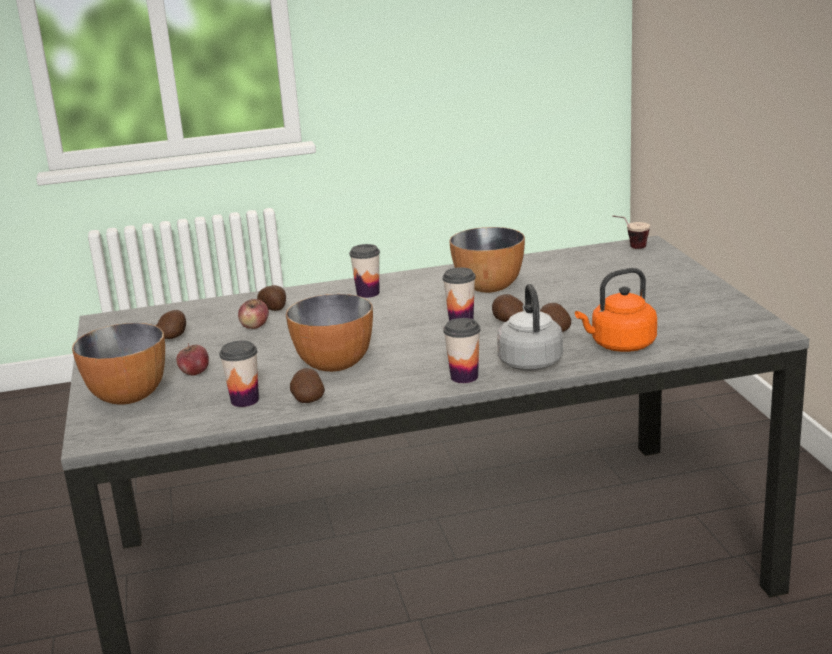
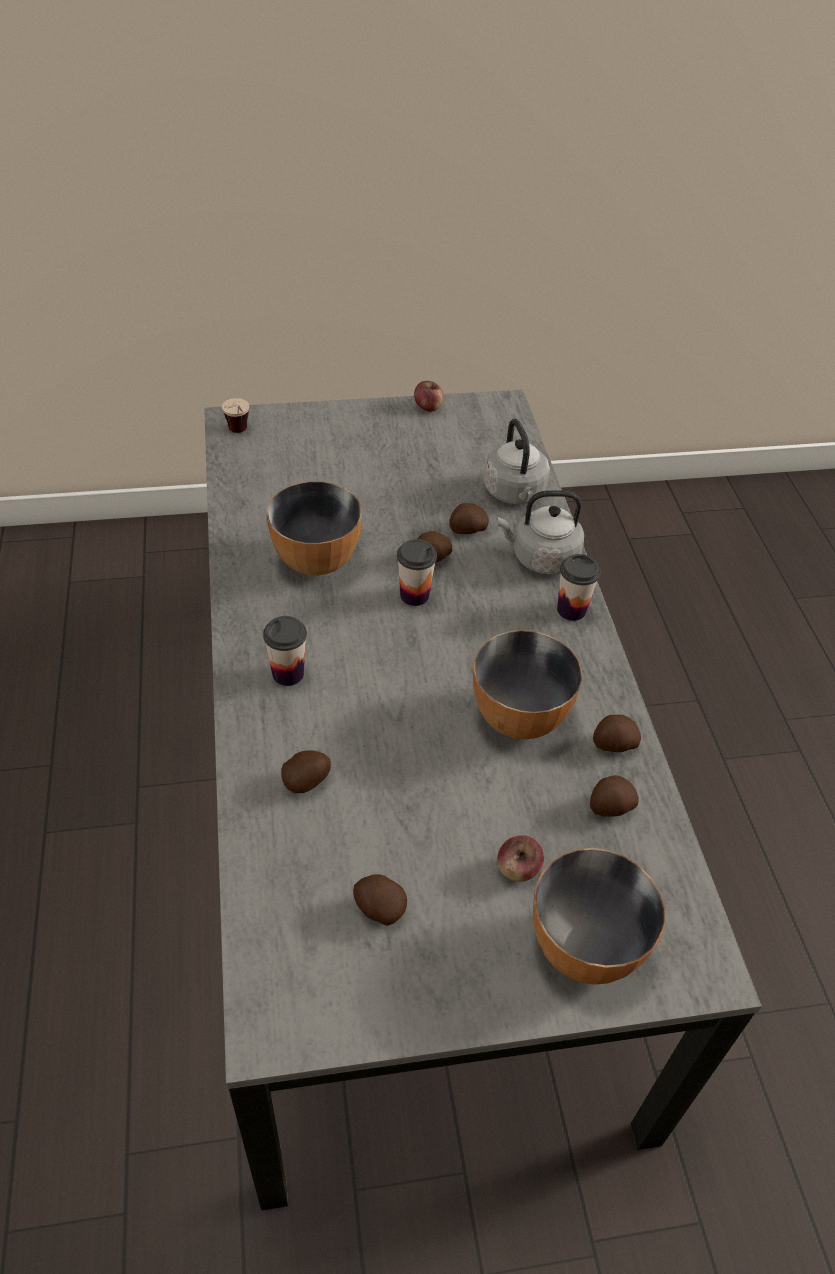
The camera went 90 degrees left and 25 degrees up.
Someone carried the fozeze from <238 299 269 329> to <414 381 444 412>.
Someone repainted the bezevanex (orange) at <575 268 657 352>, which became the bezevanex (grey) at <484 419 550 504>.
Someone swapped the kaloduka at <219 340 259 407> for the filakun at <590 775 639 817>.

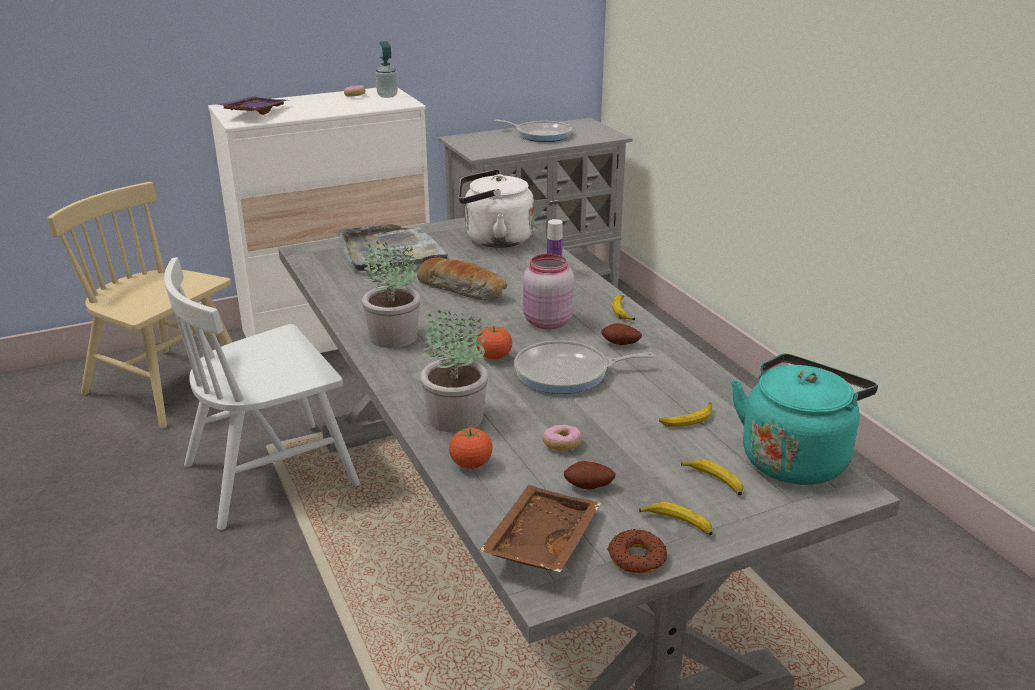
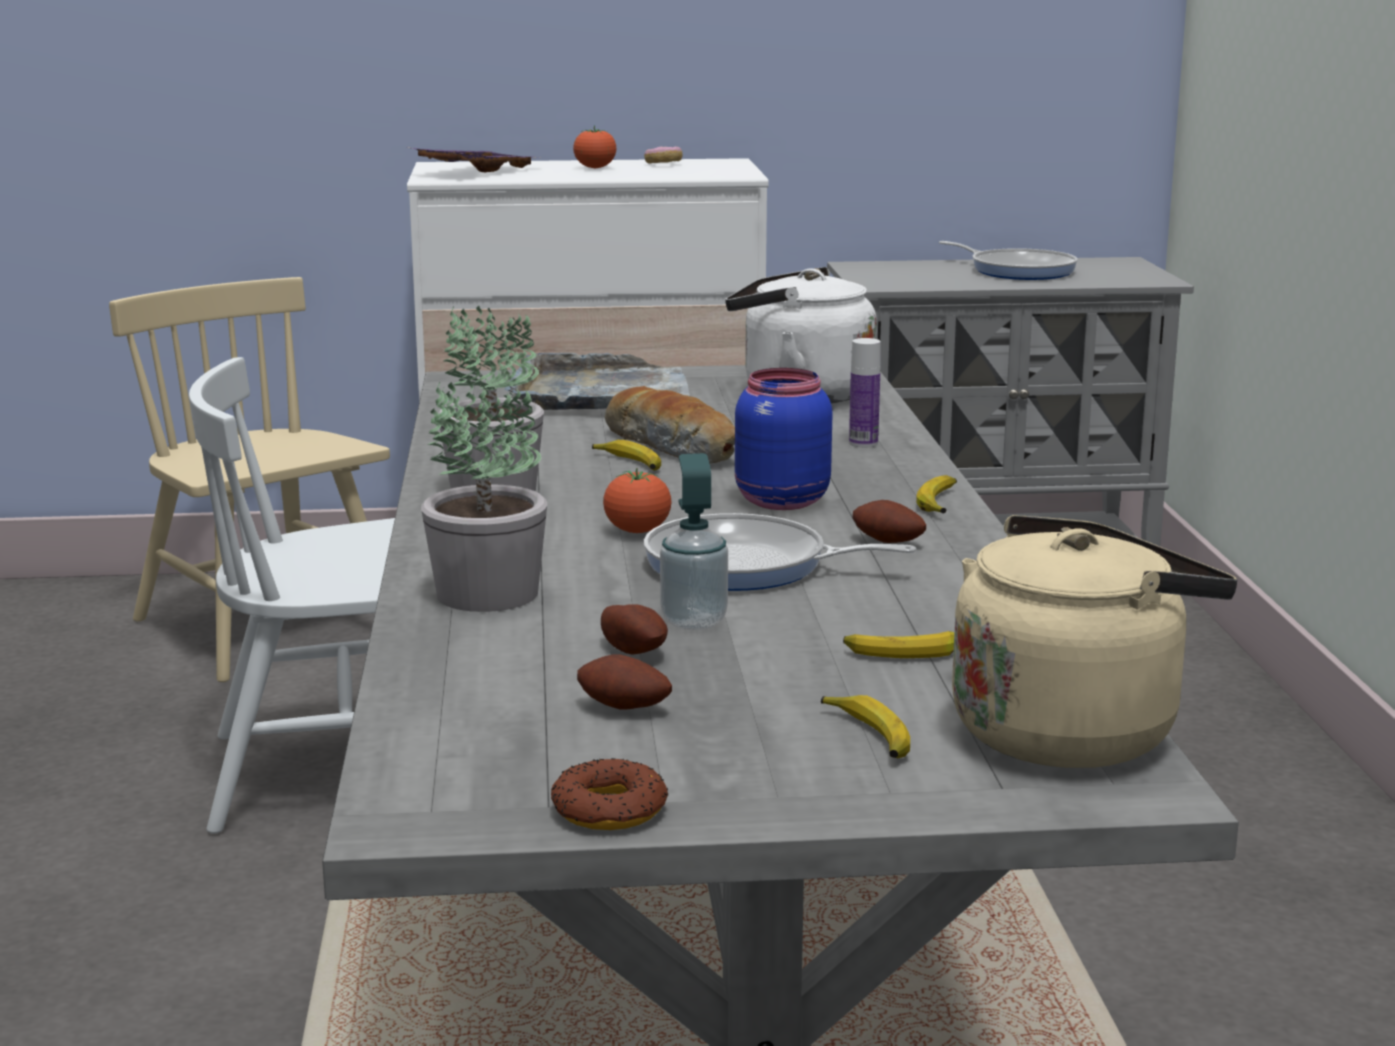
The camera went 20 degrees right and 10 degrees down.
Someone carried the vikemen from <449 427 493 469> to <573 126 616 168>.
Someone carried the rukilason from <639 502 713 536> to <592 440 661 471>.
Someone swapped the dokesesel at <543 425 582 451> for the filakun at <601 604 668 655>.
Someone carried the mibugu from <376 41 398 98> to <660 453 728 630>.
Someone repainted the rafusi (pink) at <523 254 574 329>, which became the rafusi (blue) at <735 368 833 510>.
Someone repainted the bezevanex (turquoise) at <731 354 878 485>, which became the bezevanex (beige) at <952 515 1237 768>.
Someone took away the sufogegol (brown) at <479 485 601 572>.

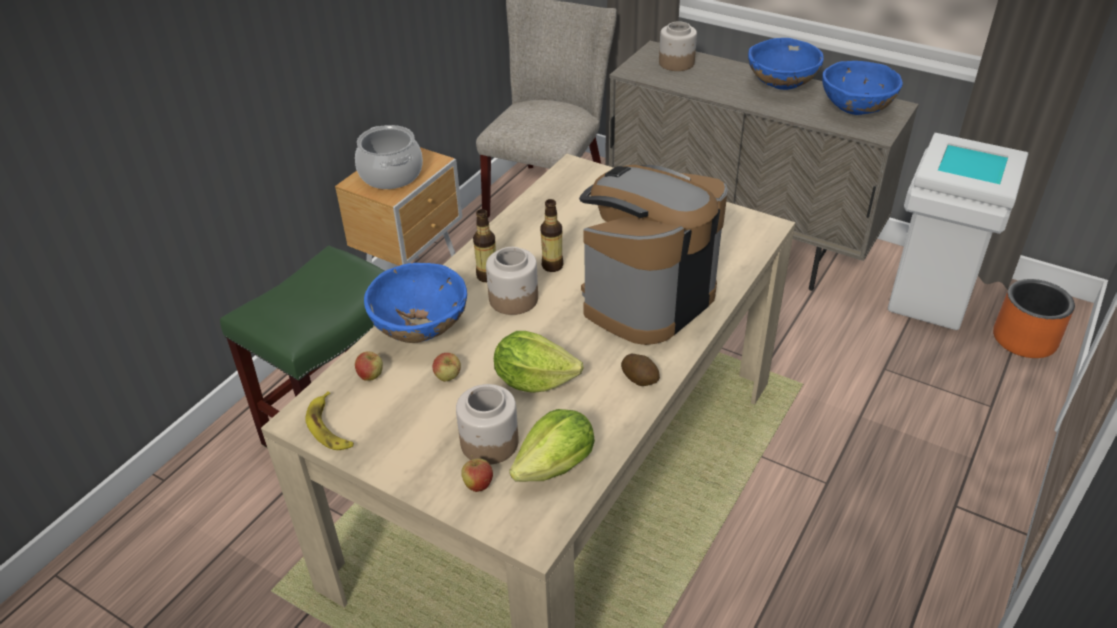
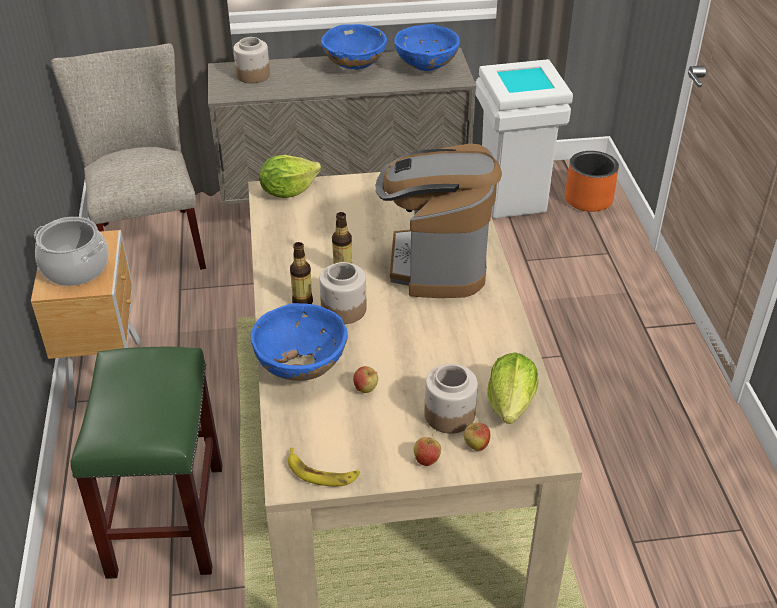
The camera went 40 degrees left and 0 degrees up.
Someone carried the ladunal from <494 331 584 393> to <259 155 321 198>.
Someone carried the fozeze from <355 351 383 381> to <414 434 441 466>.
Someone took away the filakun at <621 353 660 386>.

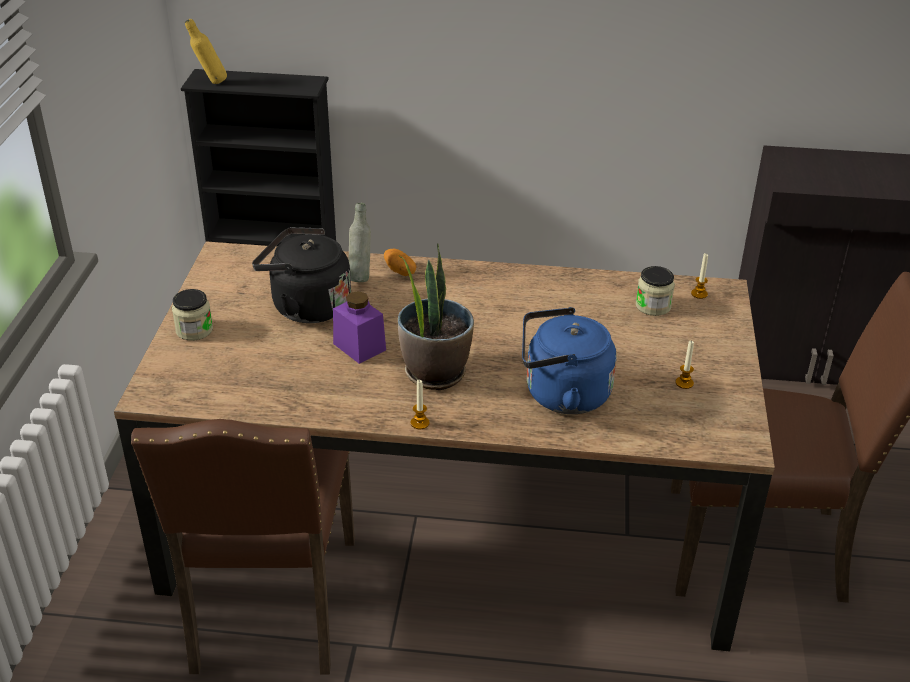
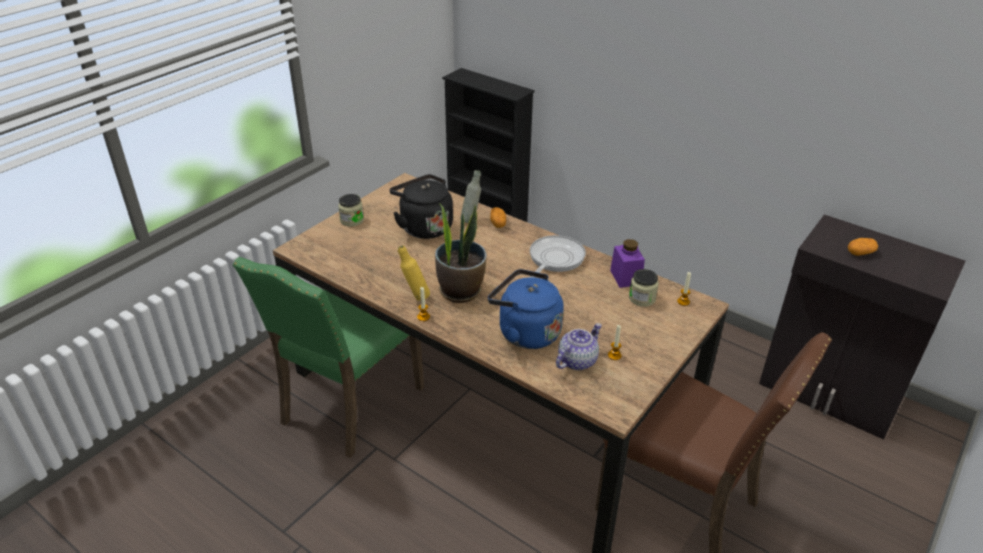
The camera went 30 degrees right and 0 degrees up.
Someone repainted the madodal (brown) at <131 419 355 674>, which became the madodal (green) at <233 257 424 458>.
Someone carried the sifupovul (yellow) from <185 19 227 84> to <398 245 430 301>.
Someone put down the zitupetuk at <530 235 586 278>.
Someone put down the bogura at <556 323 602 370>.
Someone carried the rafusi (purple) from <333 291 386 364> to <610 239 645 288>.
Someone put down the filakun at <848 238 878 256>.

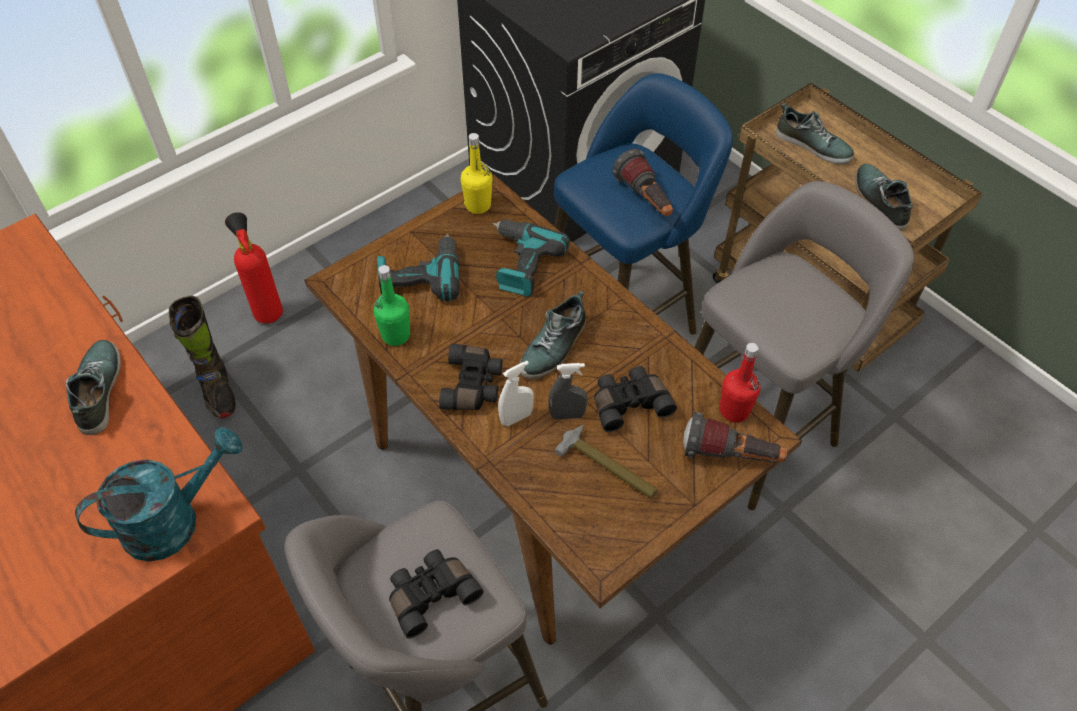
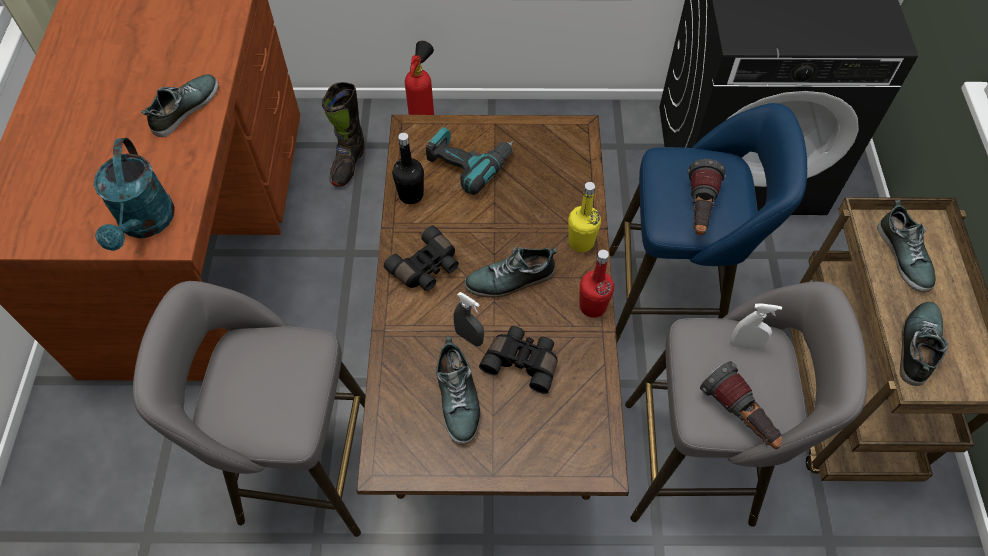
The camera went 40 degrees right and 5 degrees up.
Someone rotated the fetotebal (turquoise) at <75 427 243 562> by 75 degrees clockwise.
Someone repainted the sifupovul (green) at <374 265 410 346>, which became the sifupovul (black) at <392 133 424 204>.
Someone swapped the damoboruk at <555 425 658 499> for the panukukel at <436 337 481 445>.
Someone carried the sifupovul (yellow) from <461 133 493 214> to <568 182 601 252>.
Someone carried the sifupovul (red) from <719 343 760 423> to <580 250 614 318>.
Someone carried the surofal from <683 412 787 463> to <700 361 782 449>.
Someone carried the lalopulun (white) from <498 361 534 426> to <731 303 782 350>.
Someone took away the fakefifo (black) at <389 550 484 639>.
Someone took away the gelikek at <493 219 570 297>.

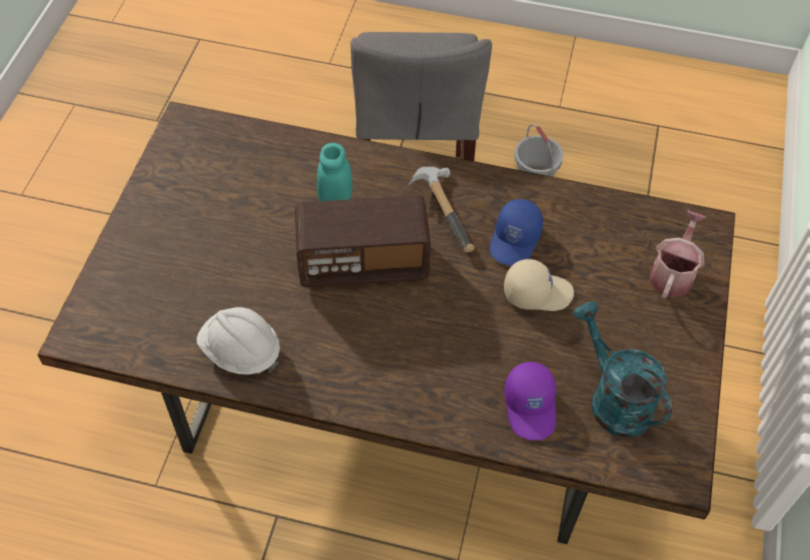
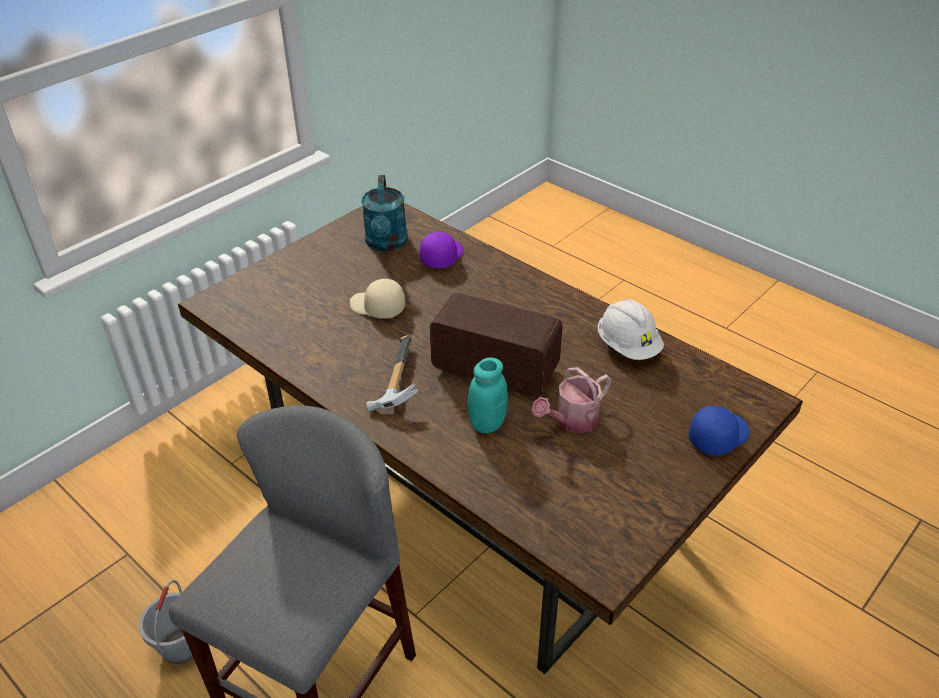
The camera went 150 degrees left and 15 degrees down.
Someone carried the fetotebal from <650 211 706 299> to <532 367 612 433>.
Someone carried the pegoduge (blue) from <490 199 543 266> to <689 406 750 455>.

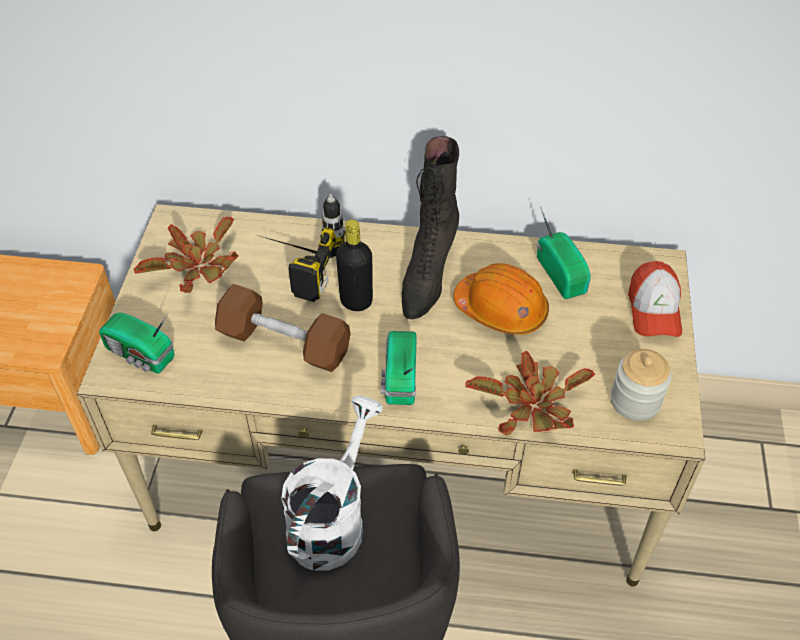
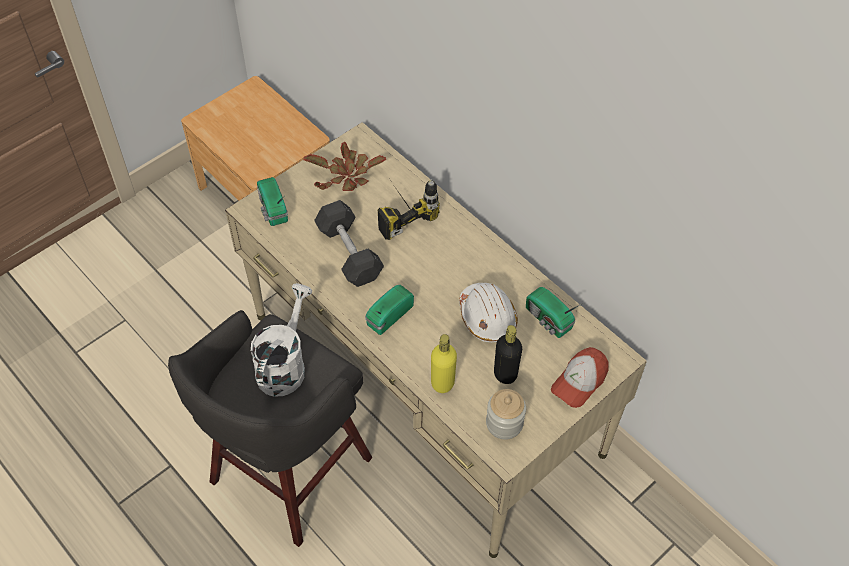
The camera went 40 degrees right and 5 degrees up.
Someone rotated the fetotebal (white) at <281 395 383 571> by 45 degrees counterclockwise.
Someone repainted the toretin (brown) at <215 284 351 372>, which became the toretin (grey) at <314 200 384 287>.
Someone swapped the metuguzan at <465 351 595 435> for the sifupovul (yellow) at <431 334 457 393>.
Someone repainted the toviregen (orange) at <453 263 549 335>, which became the toviregen (white) at <459 283 518 342>.
Someone carried the sifupovul (black) from <336 219 373 311> to <494 325 522 384>.
Someone rotated the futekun at <537 206 591 299> by 120 degrees clockwise.
Someone took away the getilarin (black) at <402 136 459 319>.

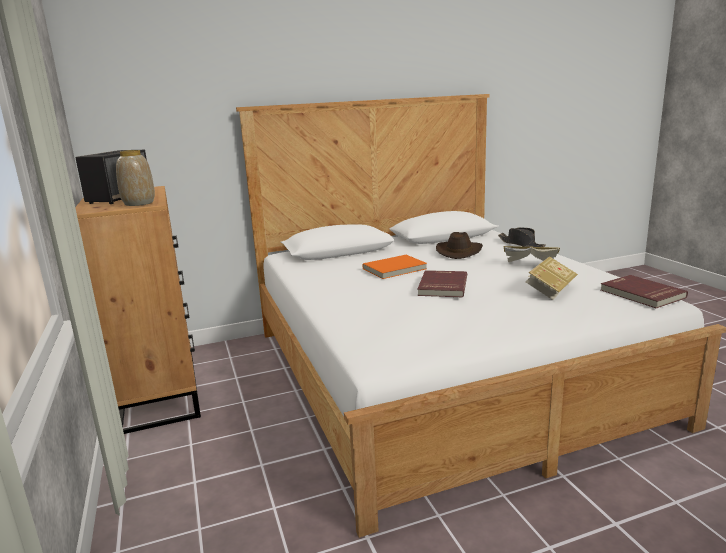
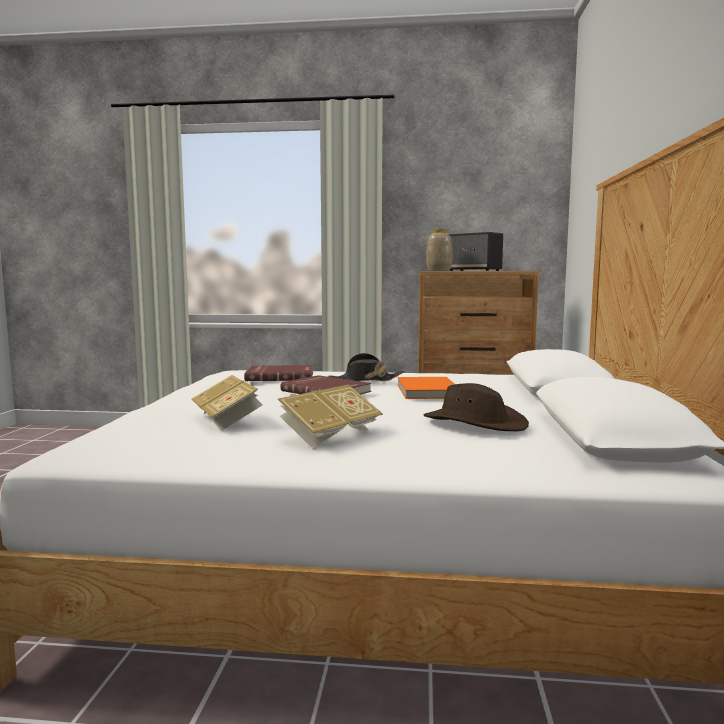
The camera went 115 degrees right and 10 degrees down.
Someone carried the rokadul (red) from <601 275 688 308> to <244 365 313 381>.
Someone carried the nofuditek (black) from <498 227 546 247> to <327 353 404 381>.

